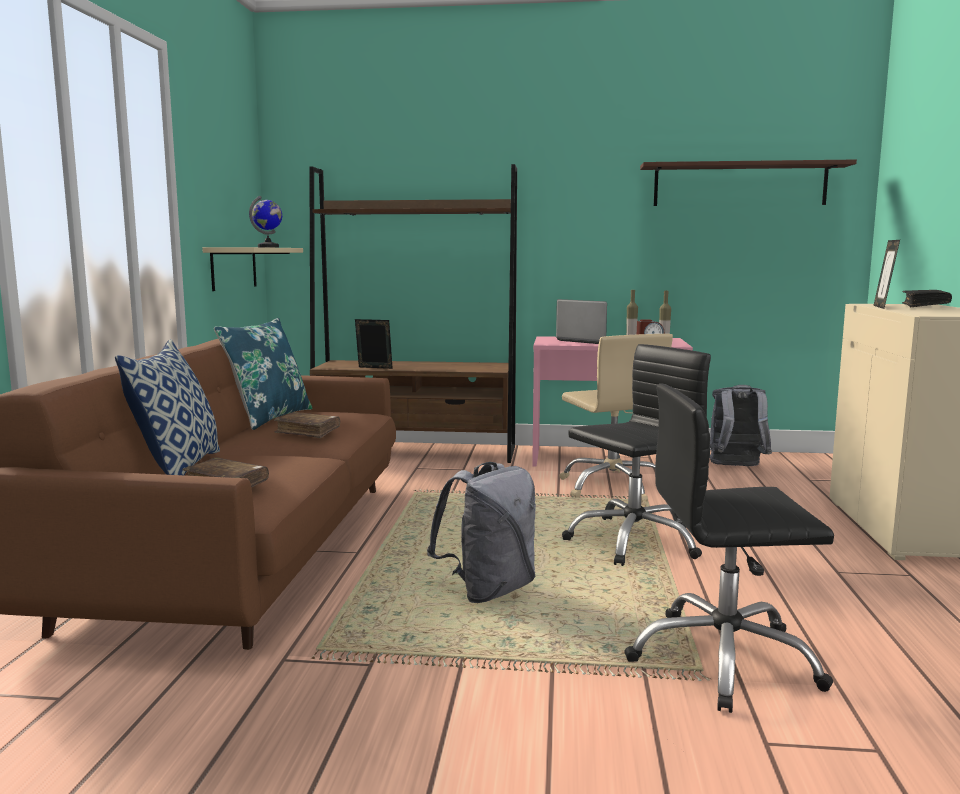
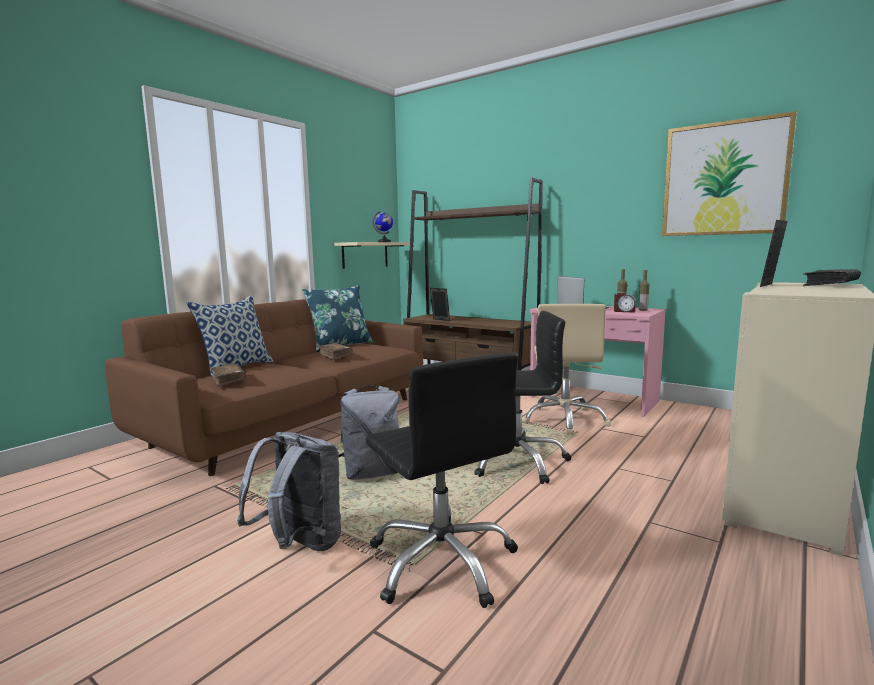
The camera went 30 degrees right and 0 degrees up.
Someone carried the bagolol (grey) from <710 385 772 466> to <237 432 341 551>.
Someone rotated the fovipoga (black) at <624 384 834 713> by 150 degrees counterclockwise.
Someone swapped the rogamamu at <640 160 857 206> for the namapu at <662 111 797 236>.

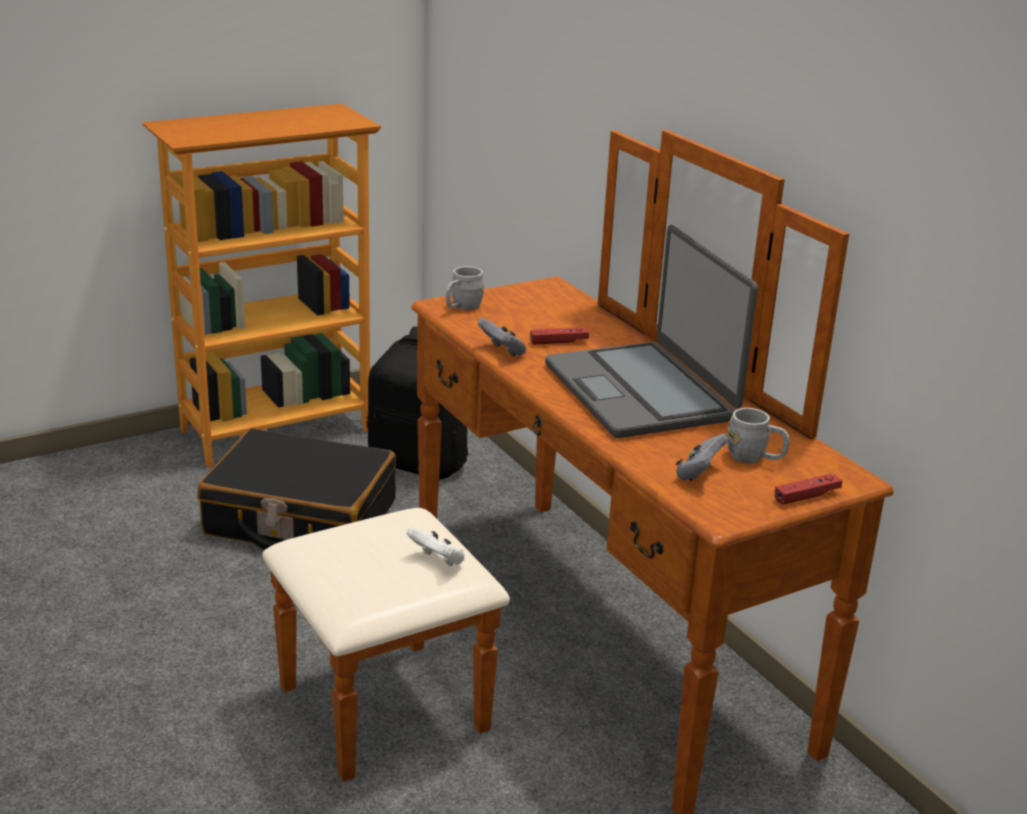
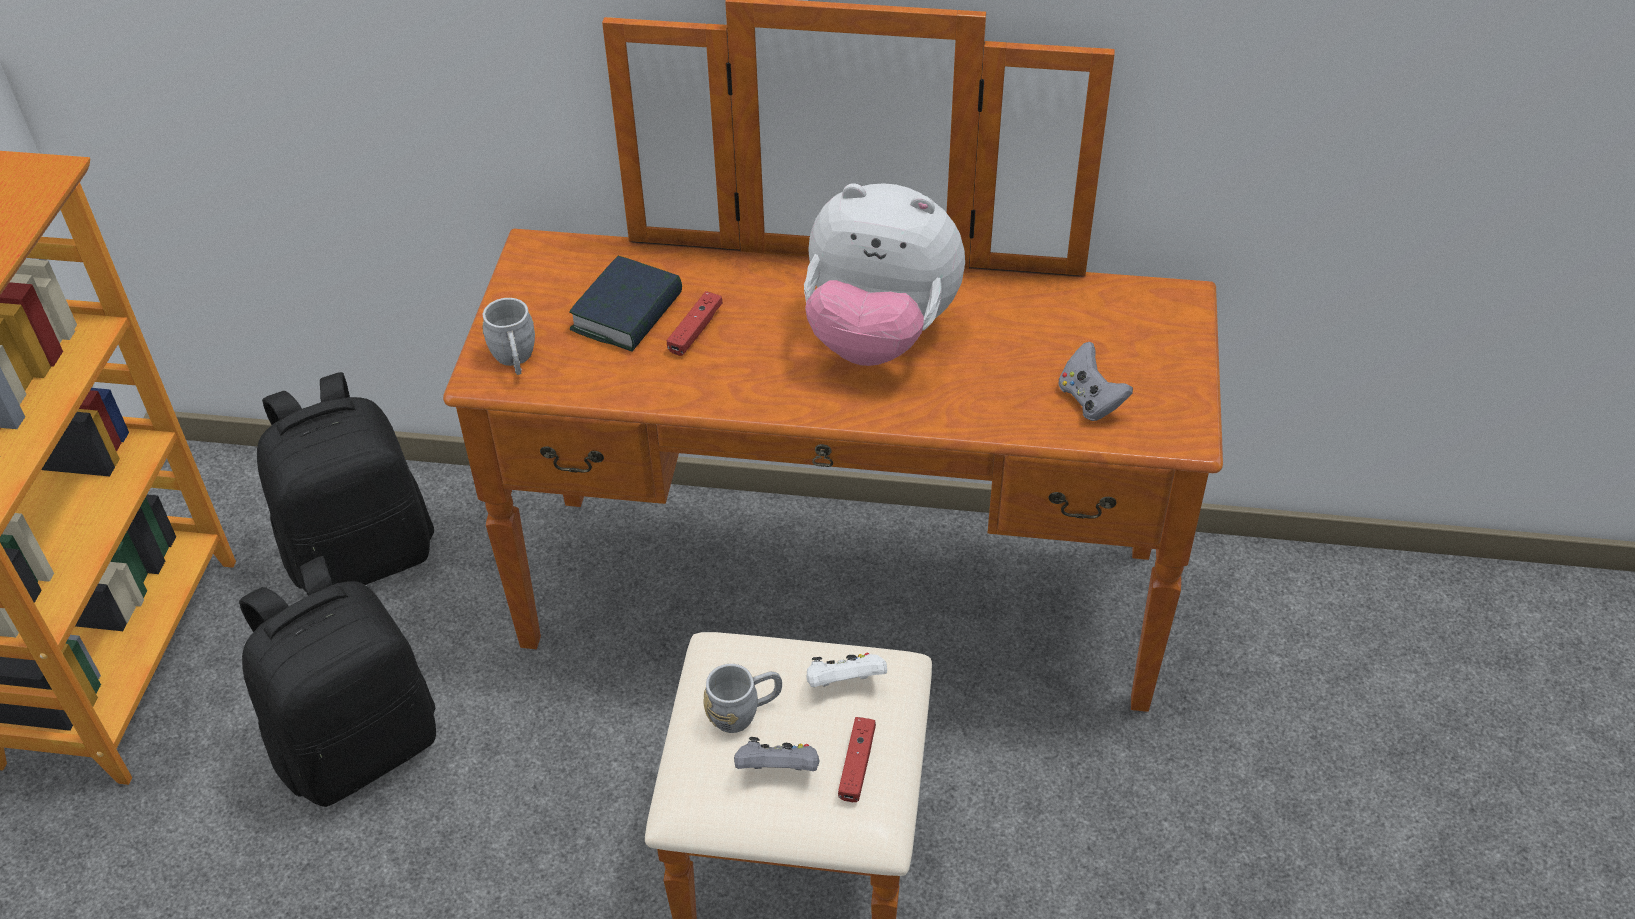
The camera went 50 degrees left and 20 degrees up.
Someone swapped the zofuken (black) at <197 428 396 550> for the bagolol (black) at <239 556 436 807>.
Someone put down the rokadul at <569 256 682 352>.
Someone carried the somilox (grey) from <727 408 790 463> to <703 664 782 733>.
Someone carried the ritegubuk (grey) from <478 318 527 356> to <734 737 819 771>.
Someone swapped the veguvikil at <545 225 758 438> for the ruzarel at <804 183 965 366>.
Someone carried the ritegubuk (red) from <774 473 842 505> to <838 717 876 802>.

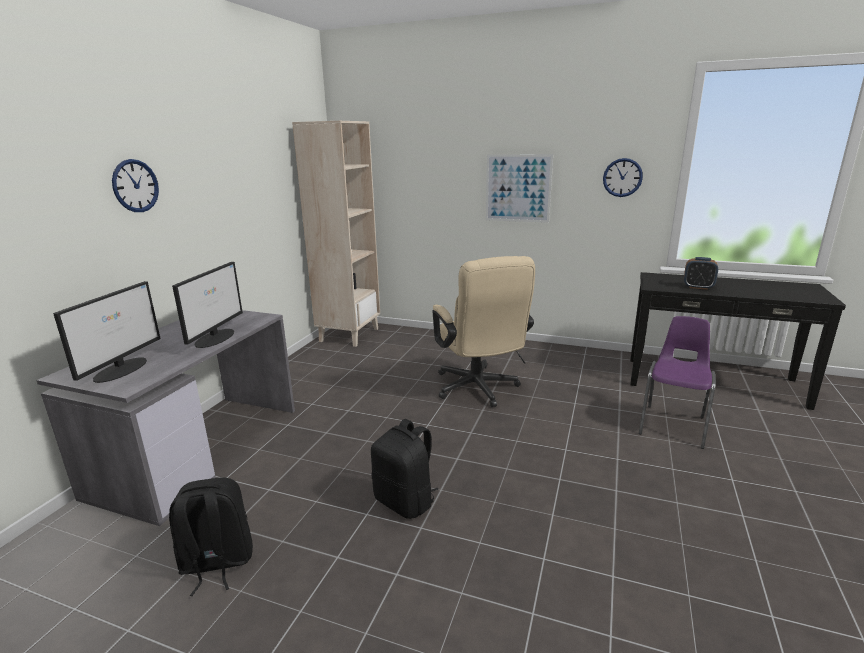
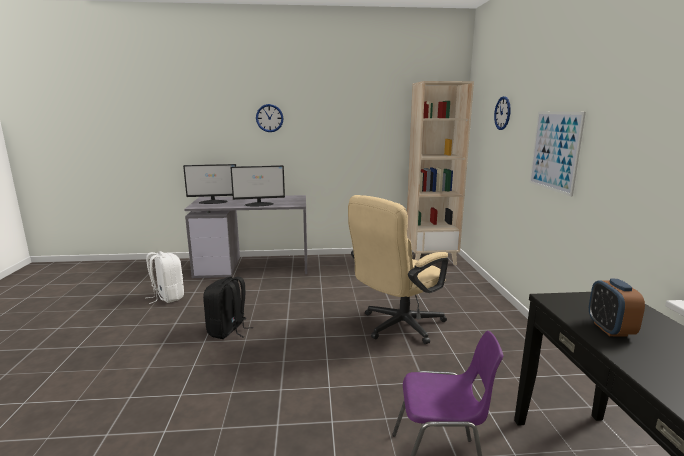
The camera went 65 degrees right and 5 degrees down.
Someone repainted the bagolol (black) at <169 477 253 596>, which became the bagolol (white) at <146 251 184 304>.
Someone carried the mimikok from <603 158 643 197> to <494 96 511 130>.

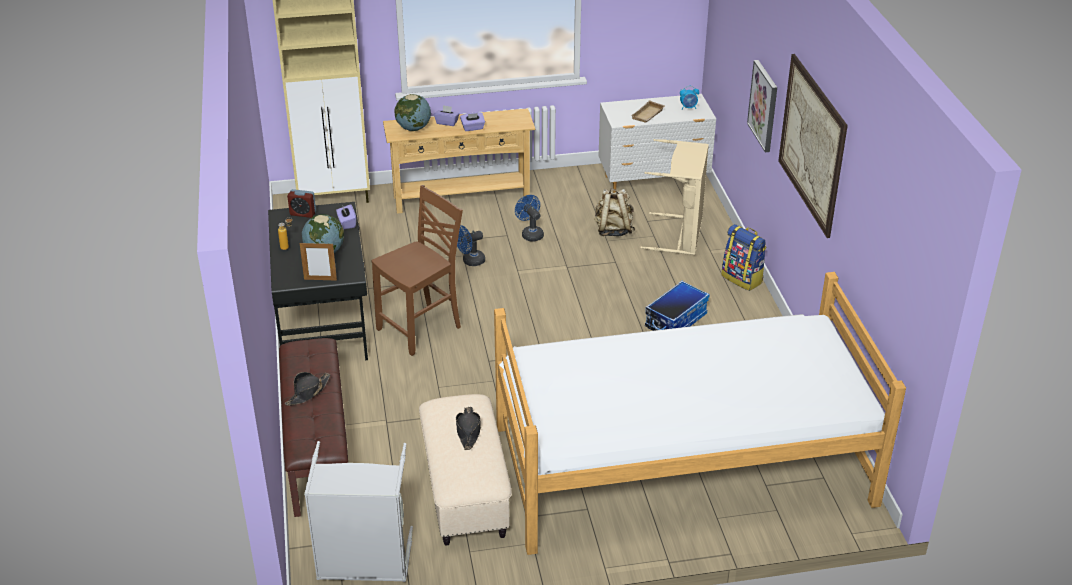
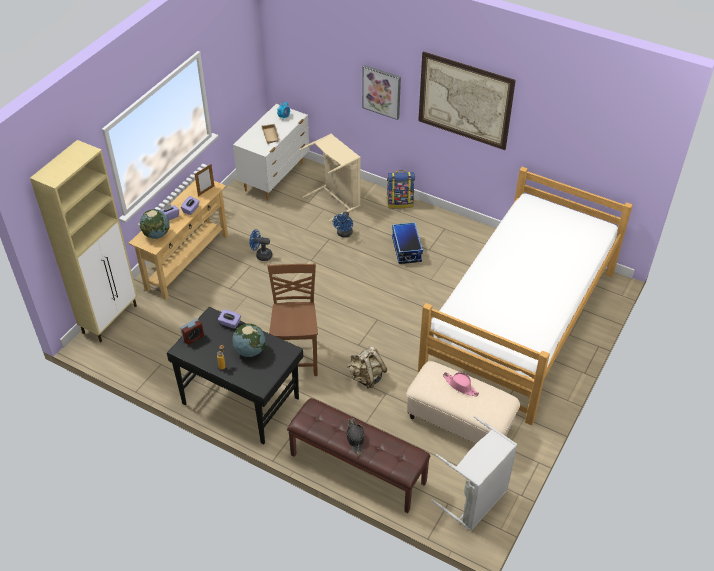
The camera went 50 degrees left and 10 degrees up.
Someone carried the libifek from <300 242 337 281> to <195 164 214 196>.
Someone carried the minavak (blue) from <457 225 485 266> to <333 211 353 237>.
Someone carried the bagolol (beige) from <594 188 635 236> to <348 346 387 389>.
Someone repainted the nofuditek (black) at <456 407 481 450>, which became the nofuditek (pink) at <443 372 479 396>.

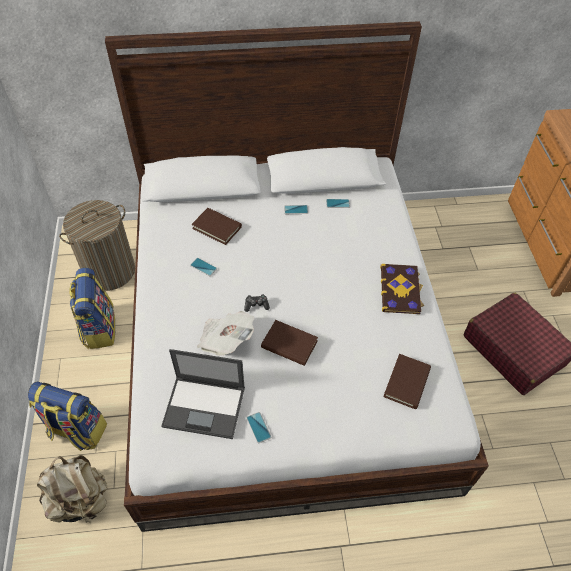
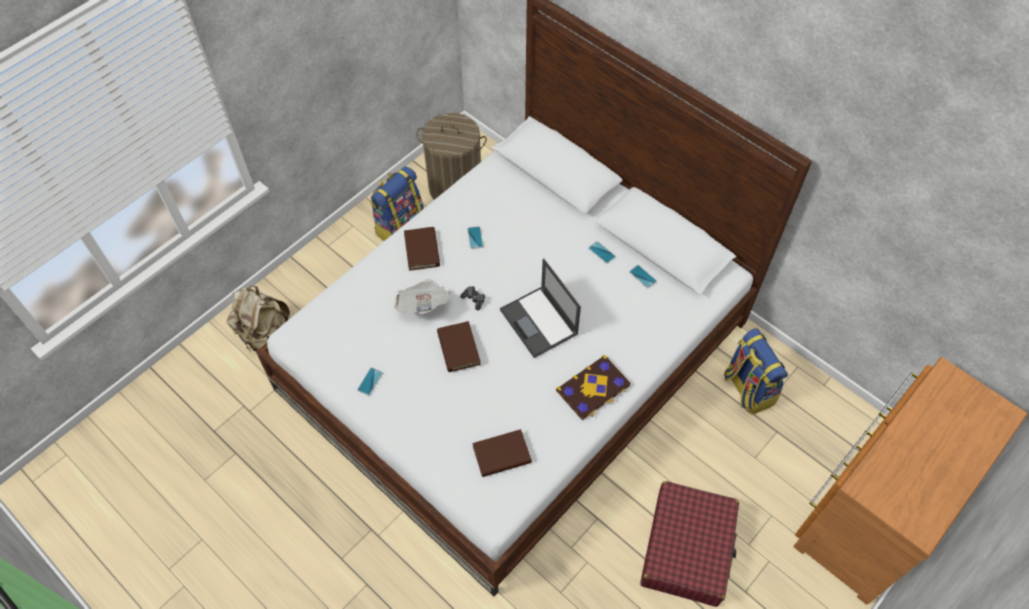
The camera went 50 degrees right and 5 degrees up.
Someone carried the rokadul (brown) from <192 208 242 245> to <404 227 440 271>.
Someone carried the veguvikil from <161 349 245 439> to <500 258 581 358>.
Someone carried the bagolol from <28 382 107 451> to <724 328 788 415>.

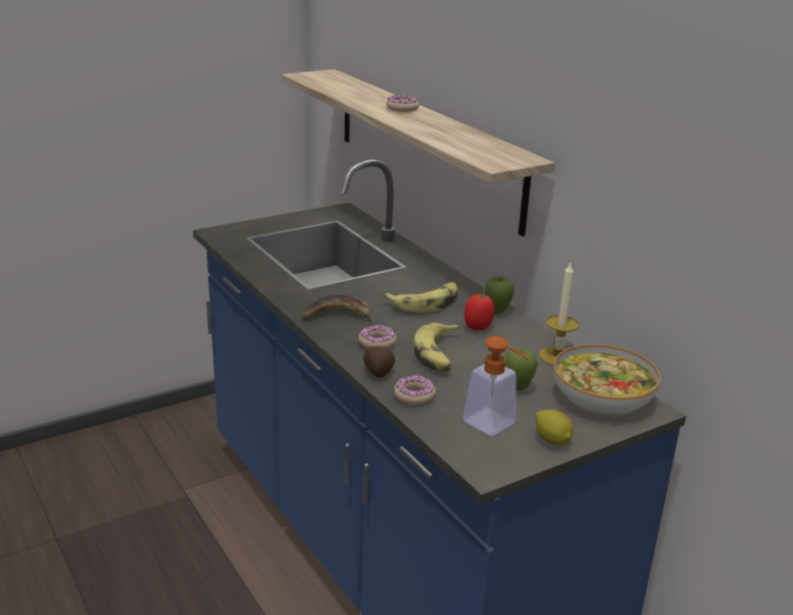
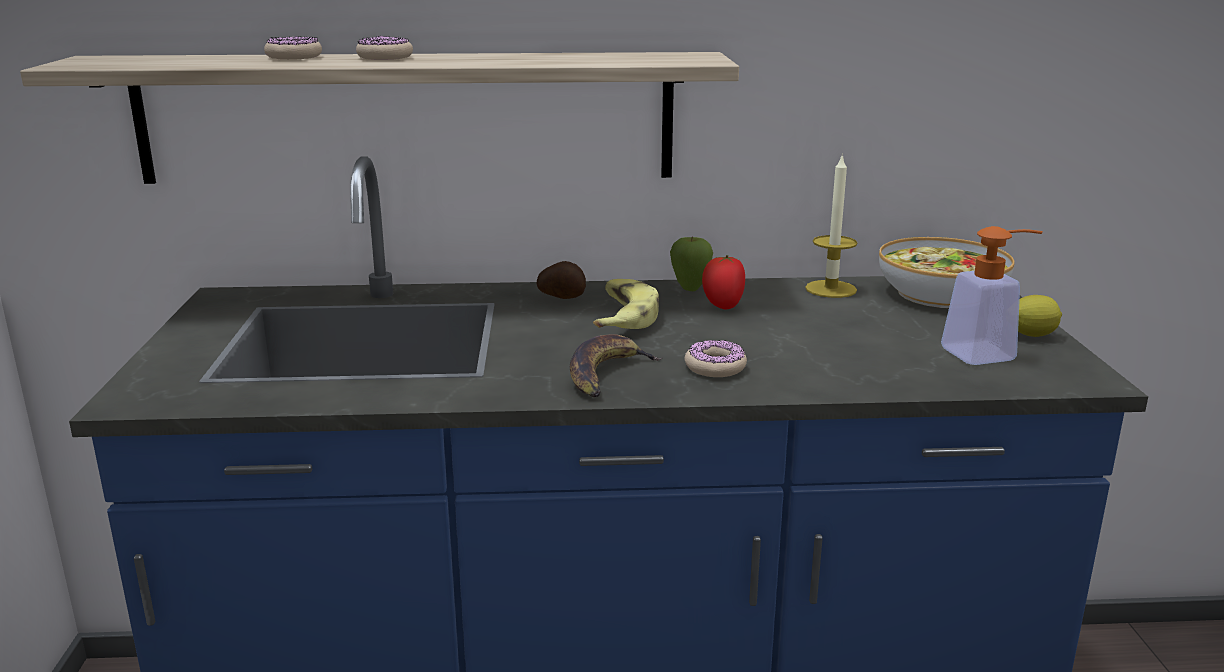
The camera went 60 degrees left and 5 degrees down.
Someone carried the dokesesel from <394 375 436 405> to <264 36 322 60>.
Someone carried the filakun from <363 346 395 378> to <537 261 586 299>.
Someone took away the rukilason at <414 323 459 372>.
Someone took away the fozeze at <505 348 538 391>.

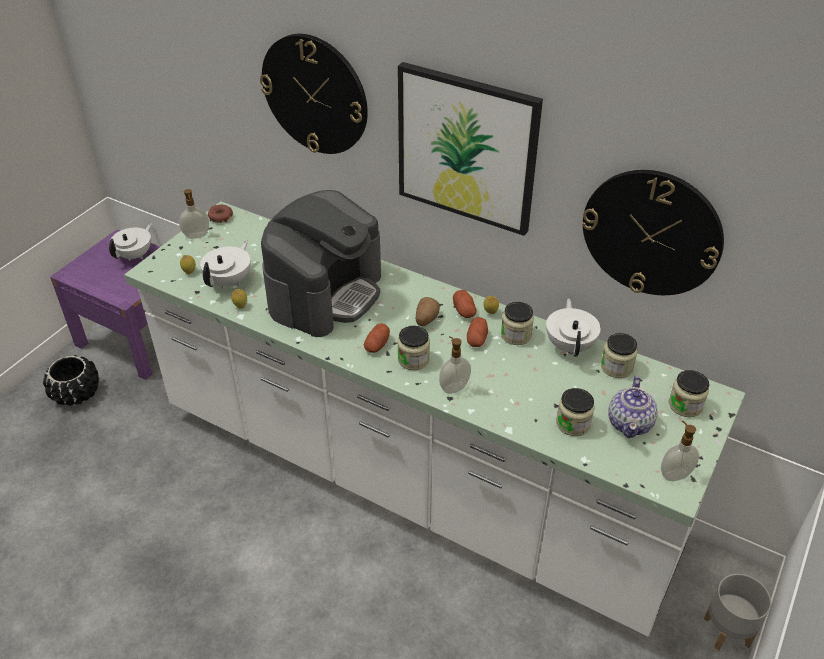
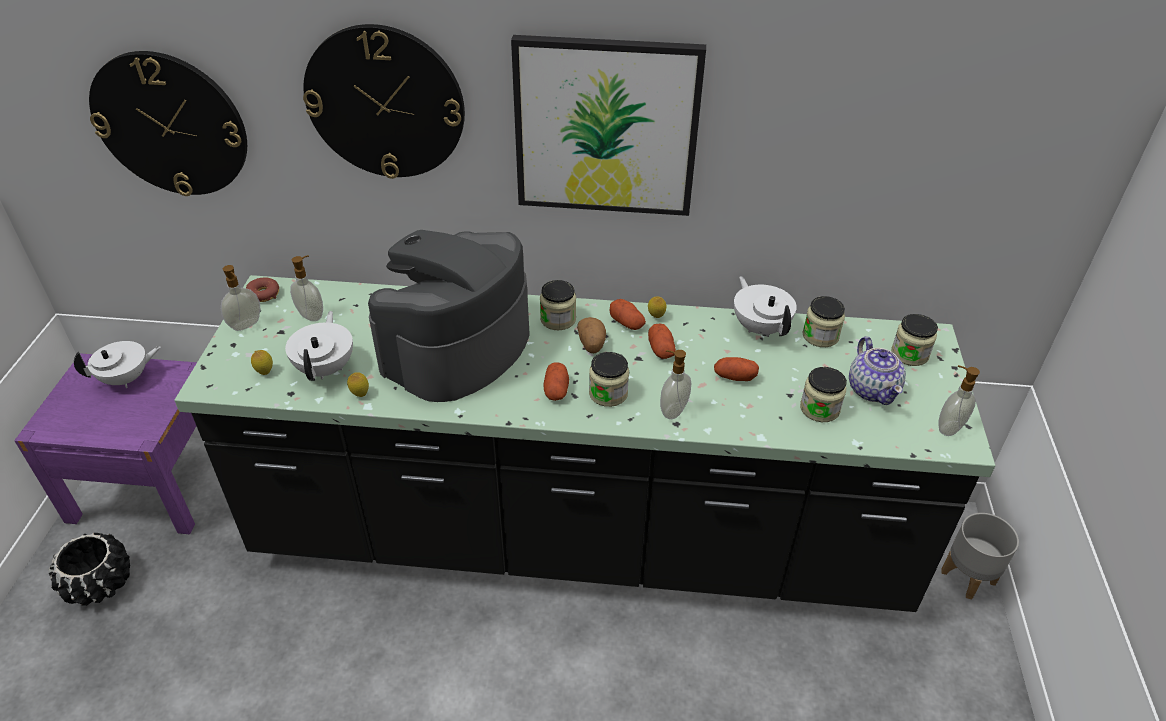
The camera went 25 degrees left and 0 degrees up.
Someone rotated the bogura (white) at <109 223 152 261> by 60 degrees clockwise.
Someone carried the mimikok from <582 170 724 295> to <89 51 247 196>.
Someone repainted the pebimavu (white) at <125 201 745 637>, which became the pebimavu (black) at <174 275 995 612>.
Someone put down the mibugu at <290 255 323 321>.
Someone rotated the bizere at <261 190 381 337> by 150 degrees counterclockwise.
Someone carried the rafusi from <501 302 534 345> to <540 280 576 330>.
Someone put down the filakun at <714 357 759 381>.

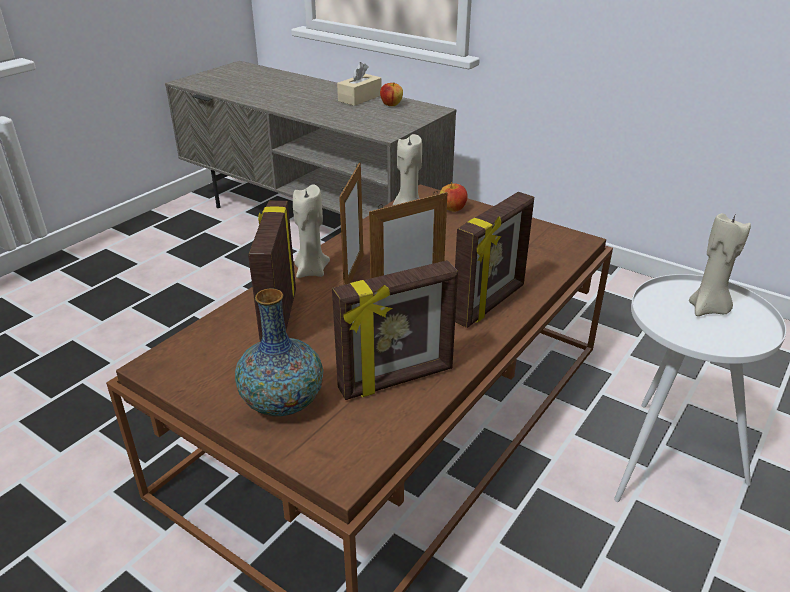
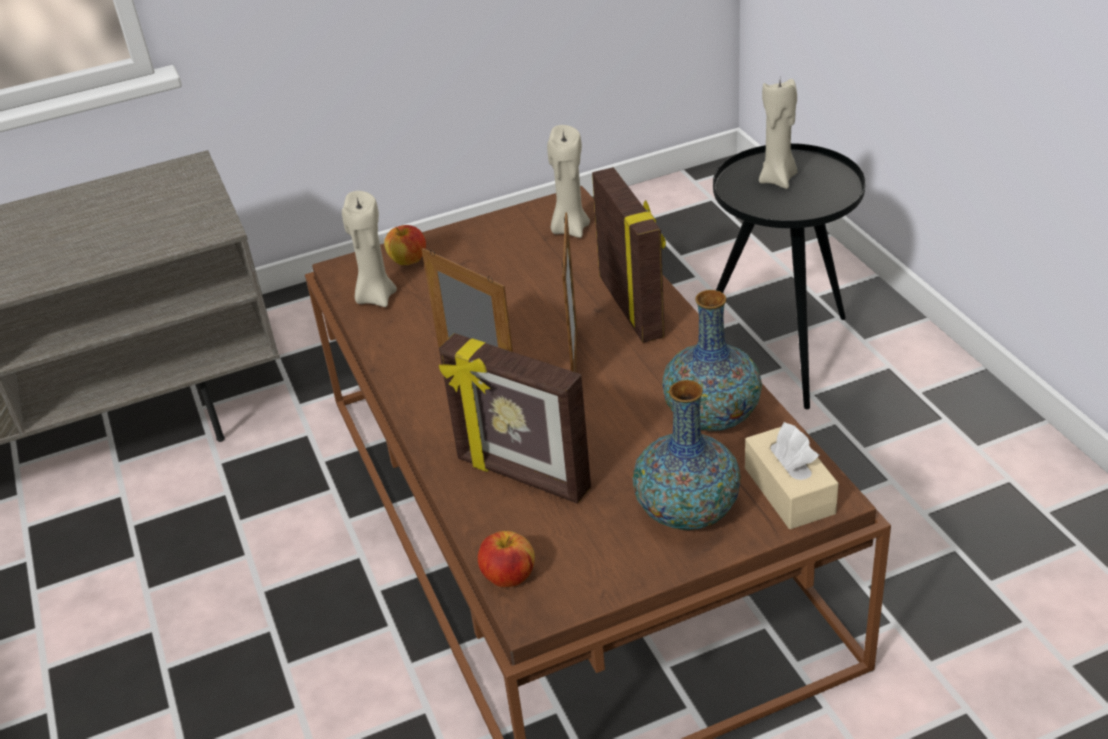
The camera went 55 degrees left and 5 degrees up.
Someone carried the fozeze from <380 83 403 106> to <478 531 535 587>.
Someone carried the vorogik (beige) from <293 185 330 278> to <547 125 590 238>.
Someone swapped the libifek at <332 260 458 400> for the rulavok at <662 290 762 431>.
Someone repainted the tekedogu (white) at <614 274 786 502>, which became the tekedogu (black) at <713 143 866 409>.
Someone carried the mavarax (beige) from <337 62 381 106> to <745 422 839 529>.

